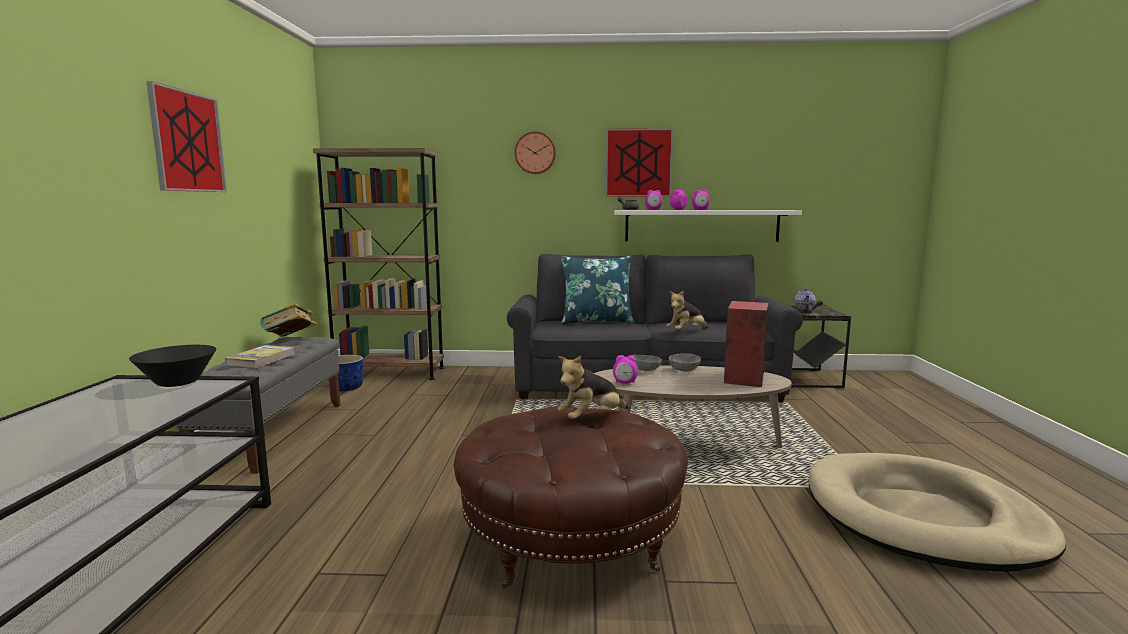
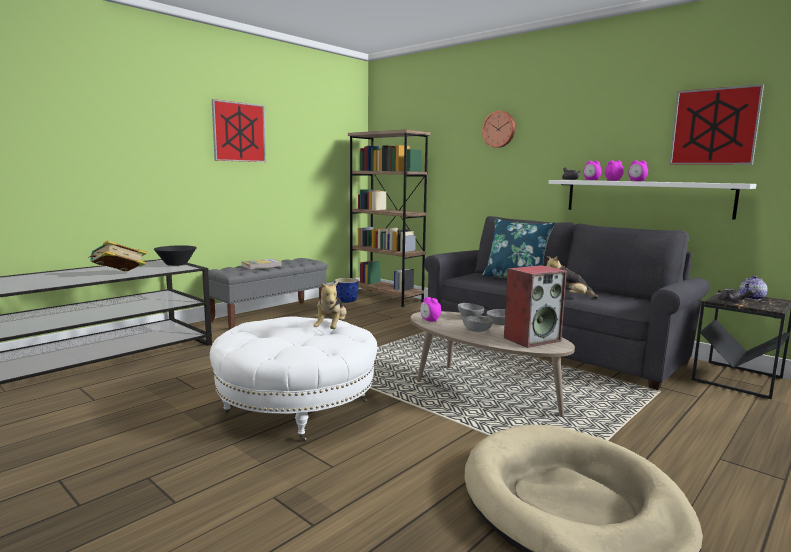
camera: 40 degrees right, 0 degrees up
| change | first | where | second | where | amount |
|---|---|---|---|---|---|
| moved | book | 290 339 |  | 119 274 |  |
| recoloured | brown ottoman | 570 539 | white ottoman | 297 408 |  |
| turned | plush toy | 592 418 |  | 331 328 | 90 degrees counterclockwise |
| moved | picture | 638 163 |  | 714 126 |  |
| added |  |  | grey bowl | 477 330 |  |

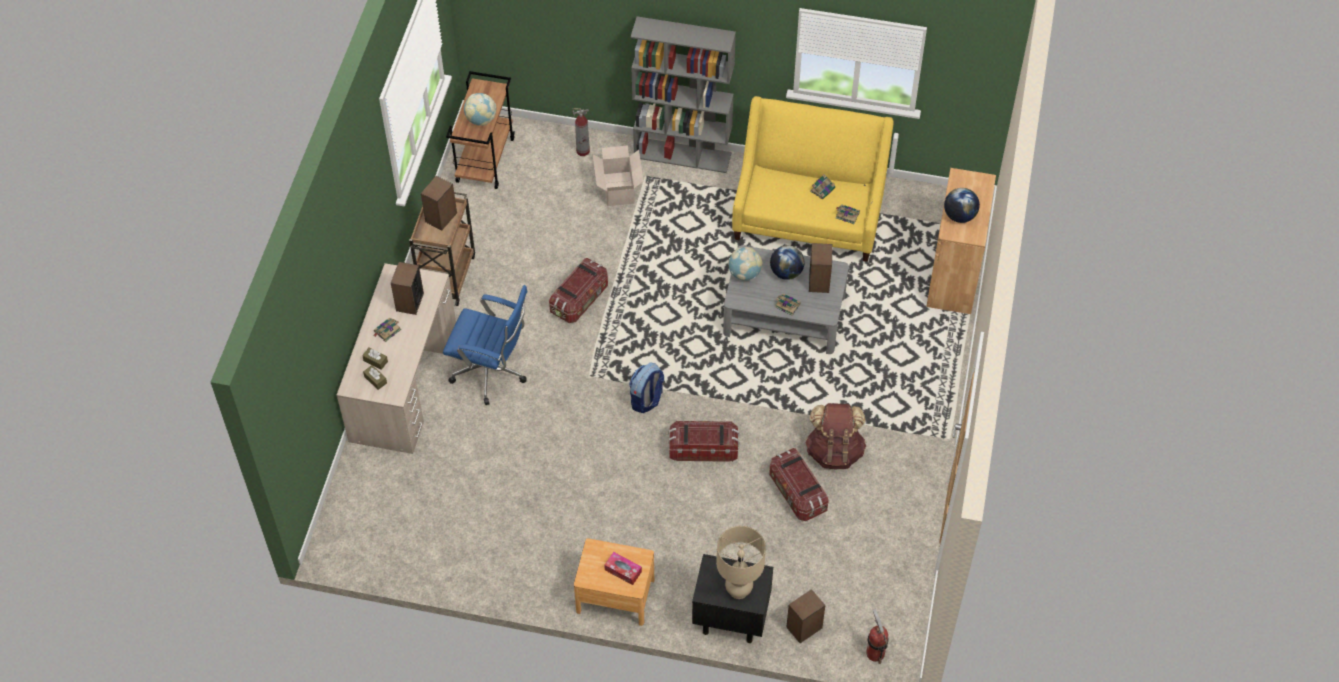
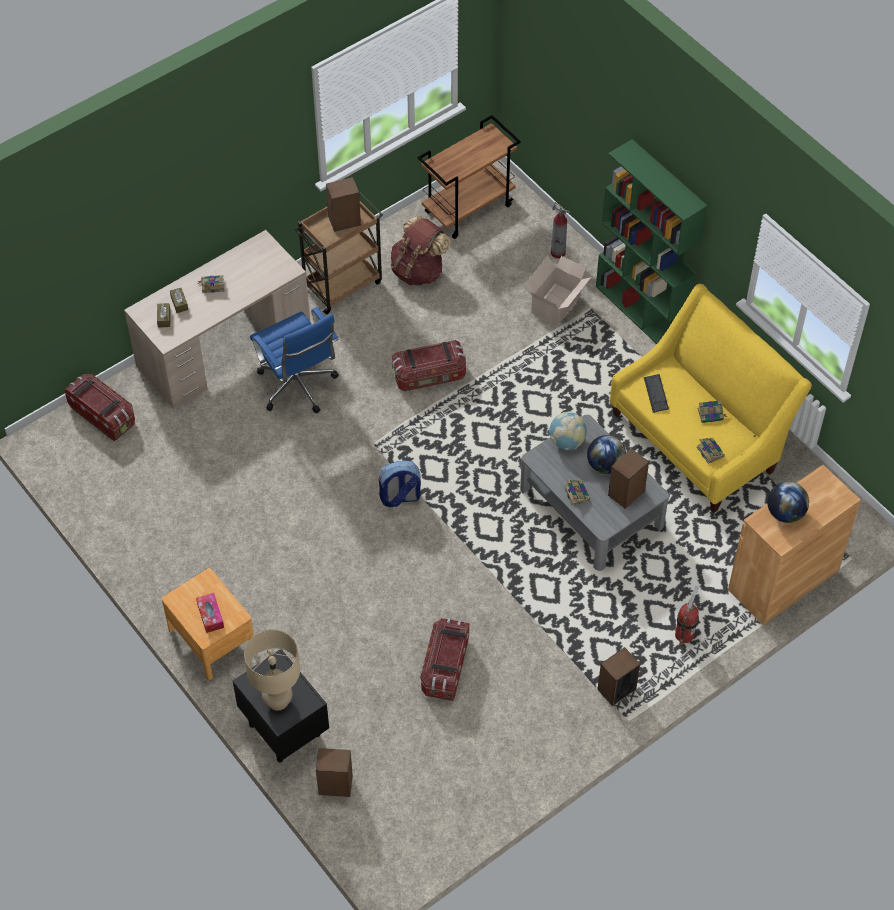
camera: 40 degrees right, 0 degrees up
| change | first | where | second | where | amount |
|---|---|---|---|---|---|
| moved | speaker | 409 302 |  | 616 689 |  |
| removed | globe | 481 120 |  |  |  |
| recoloured | grey bookcase | 683 155 | green bookcase | 641 311 |  |
| moved | storage box | 703 449 |  | 103 415 |  |
| moved | brown backpack | 834 451 |  | 418 270 |  |
| moved | fire extinguisher | 875 653 |  | 684 635 |  |
| added |  |  | keyboard | 656 394 |  |

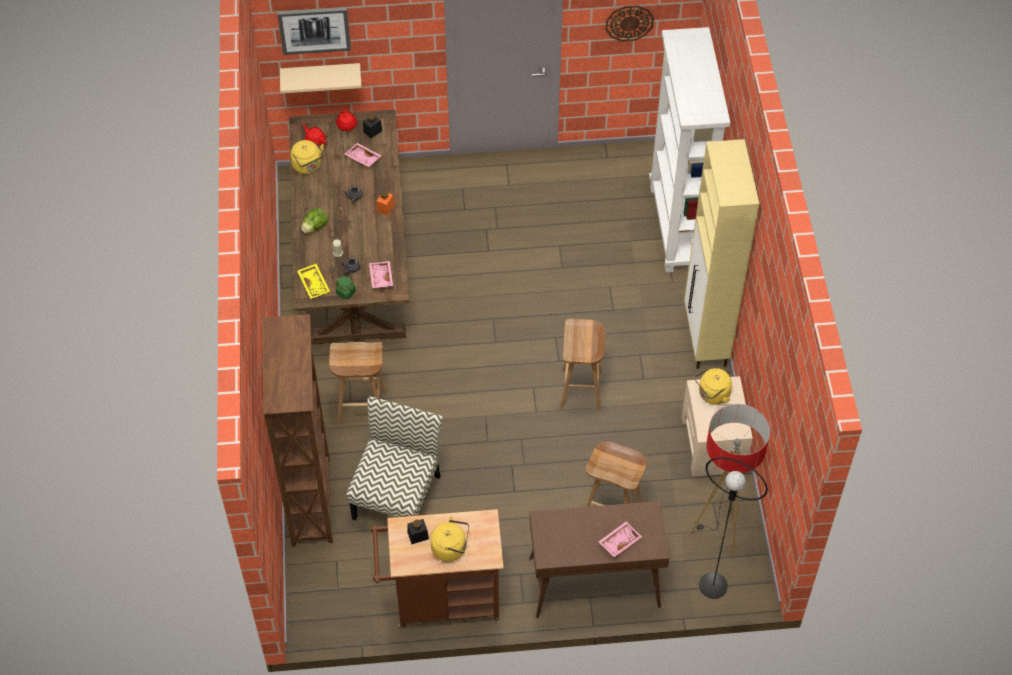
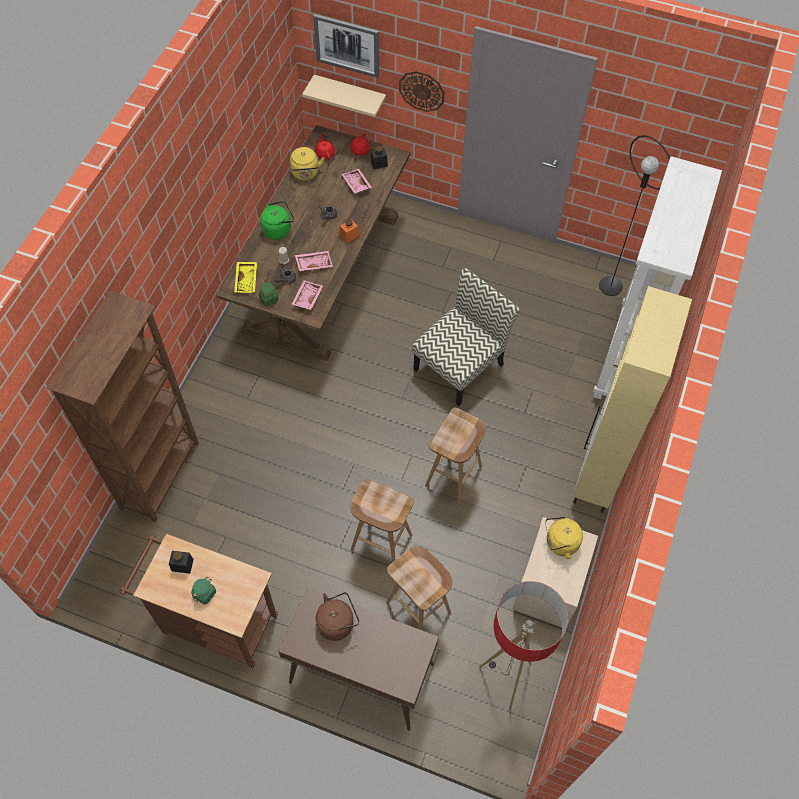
camera: 25 degrees right, 5 degrees up
| change | first | where | second | where | amount |
|---|---|---|---|---|---|
| replaced | lettuce | 315 227 | green kettle | 278 229 |  |
| moved | brown stool | 361 407 |  | 380 542 |  |
| moved | chair | 397 495 |  | 459 365 |  |
| replaced | yellow kettle | 451 548 | green jar | 204 593 |  |
| moved | pink tray | 619 541 |  | 314 263 |  |
| moved | wall clock | 629 22 |  | 422 91 |  |
| moved | black floor lamp | 713 585 |  | 611 286 |  |
| added |  |  | brown kettle | 337 622 |  |

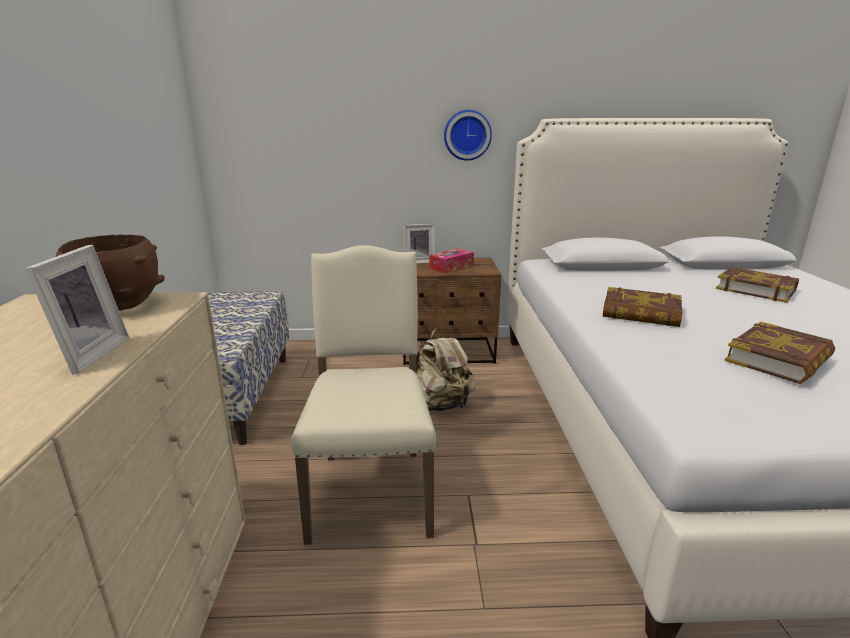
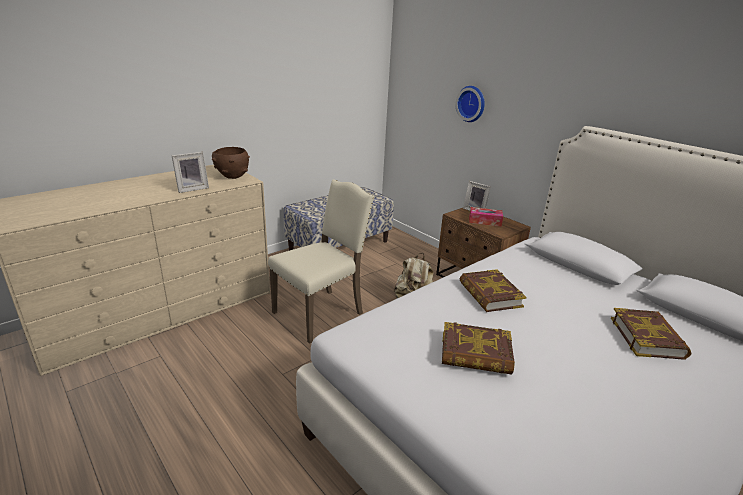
camera: 50 degrees right, 5 degrees up
| change | first | where | second | where | amount |
|---|---|---|---|---|---|
| moved | wall clock | 467 135 |  | 472 103 |  |

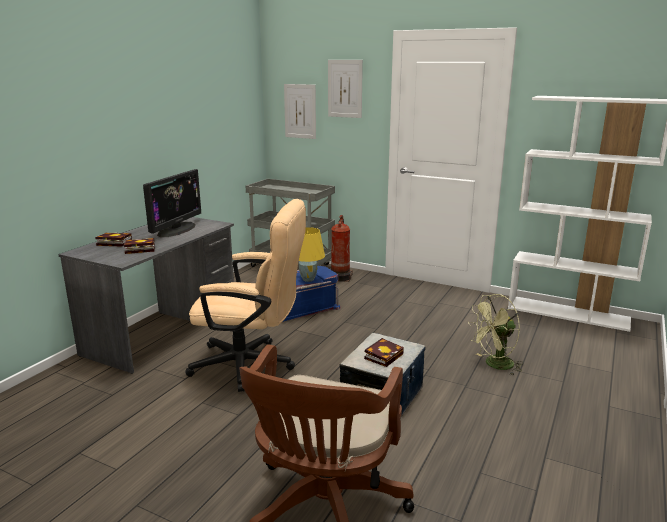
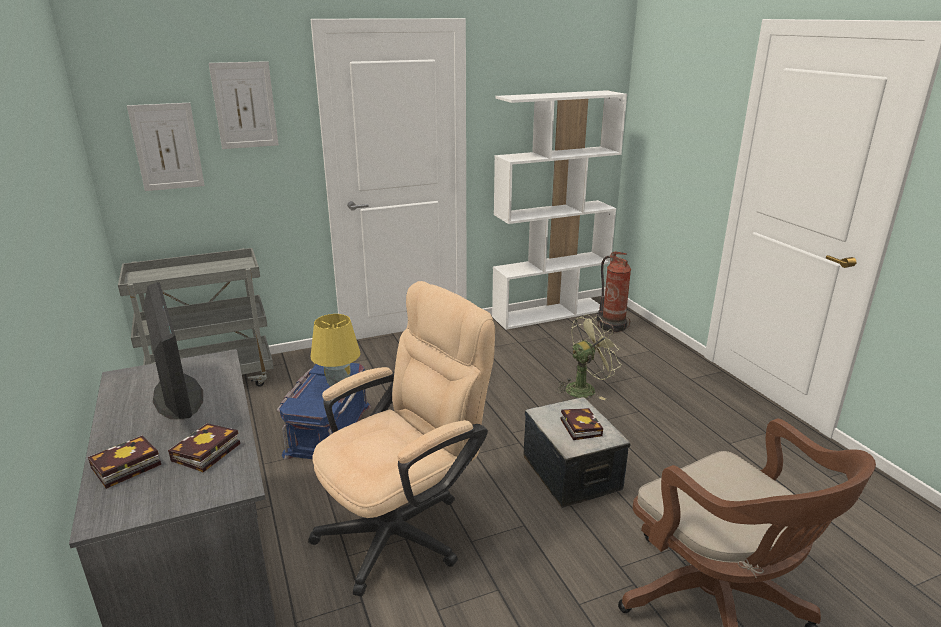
camera: 50 degrees left, 5 degrees up
| change | first | where | second | where | amount |
|---|---|---|---|---|---|
| moved | fire extinguisher | 341 277 |  | 612 326 |  |
| turned | green fan | 494 365 |  | 585 388 | 135 degrees counterclockwise |

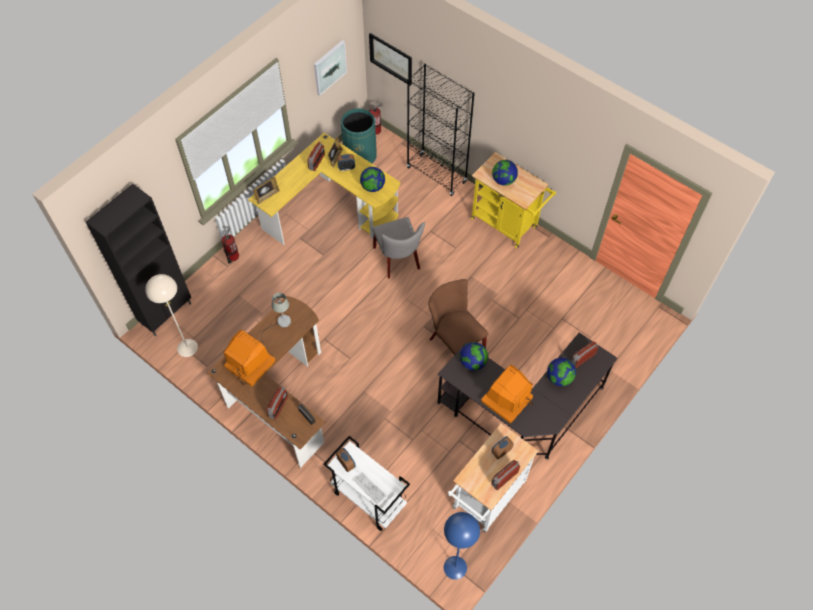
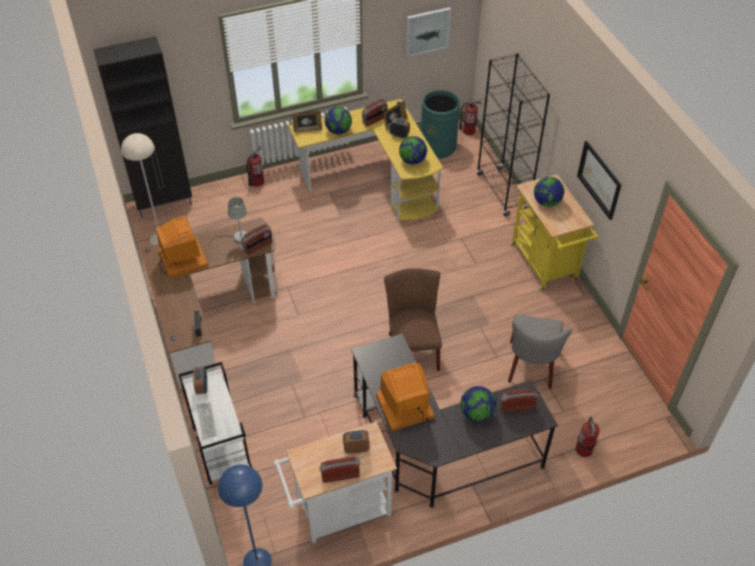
camera: 30 degrees right, 10 degrees down
| change | first | where | second | where | amount |
|---|---|---|---|---|---|
| moved | radio | 278 407 |  | 258 246 |  |
| moved | picture | 391 58 |  | 599 179 |  |
| moved | grey chair | 398 260 |  | 531 368 |  |
| moved | globe | 473 362 |  | 338 131 |  |
| added |  |  | fire extinguisher | 584 449 |  |

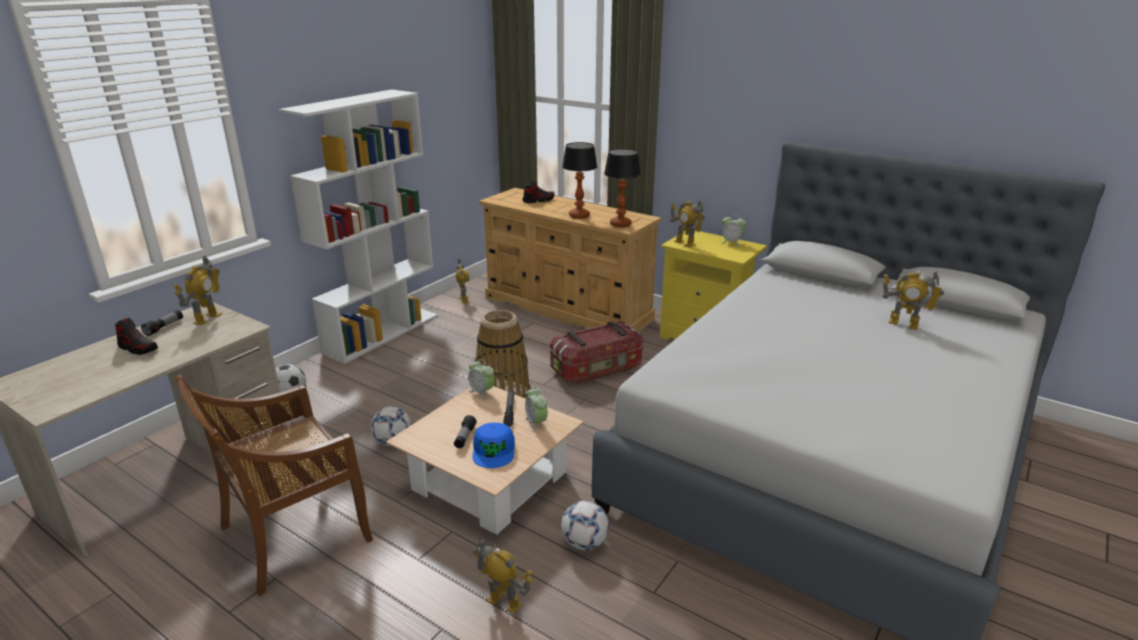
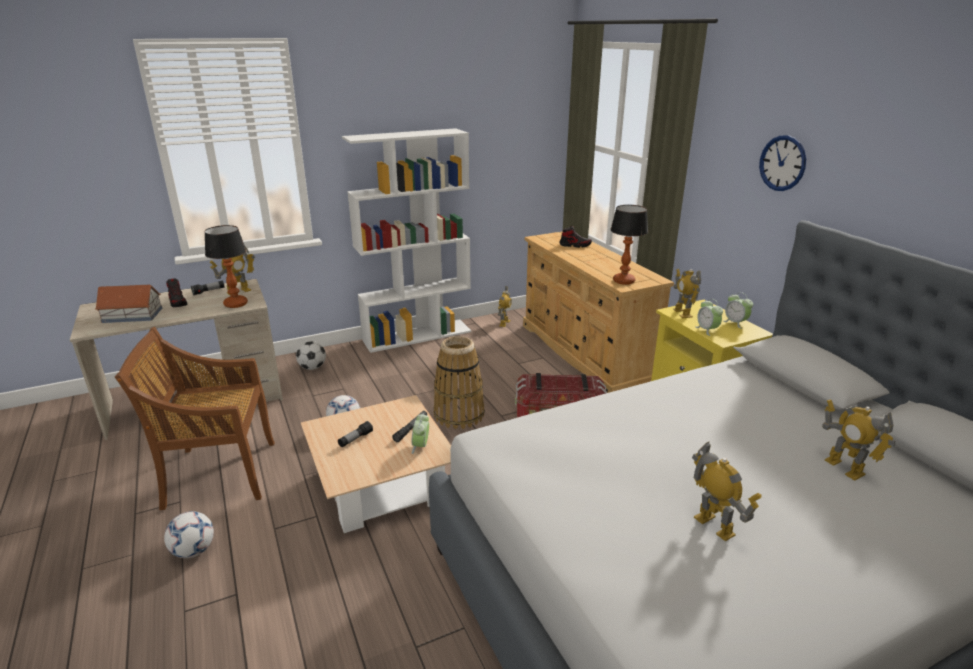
camera: 30 degrees right, 0 degrees up
| change | first | where | second | where | amount |
|---|---|---|---|---|---|
| moved | alarm clock | 482 392 |  | 707 330 |  |
| removed | blue cap | 494 450 |  |  |  |
| moved | toy robot | 504 602 |  | 714 525 |  |
| moved | football | 584 543 |  | 194 551 |  |
| moved | table lamp | 578 216 |  | 235 304 |  |
| added |  |  | toy house | 132 315 |  |
| added |  |  | wall clock | 782 163 |  |

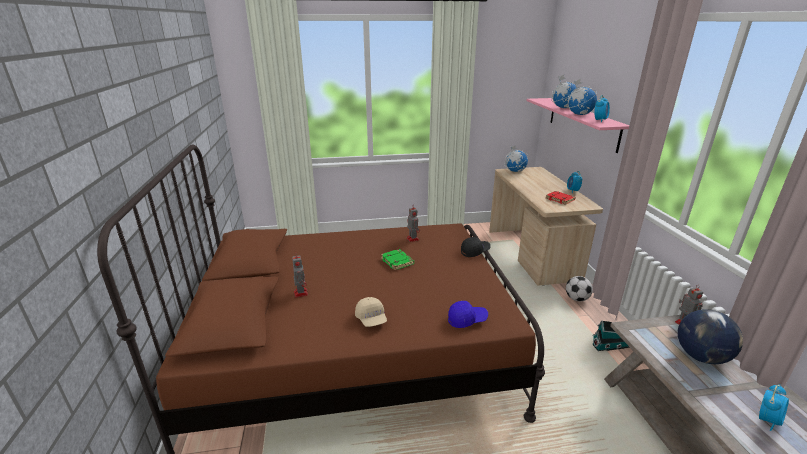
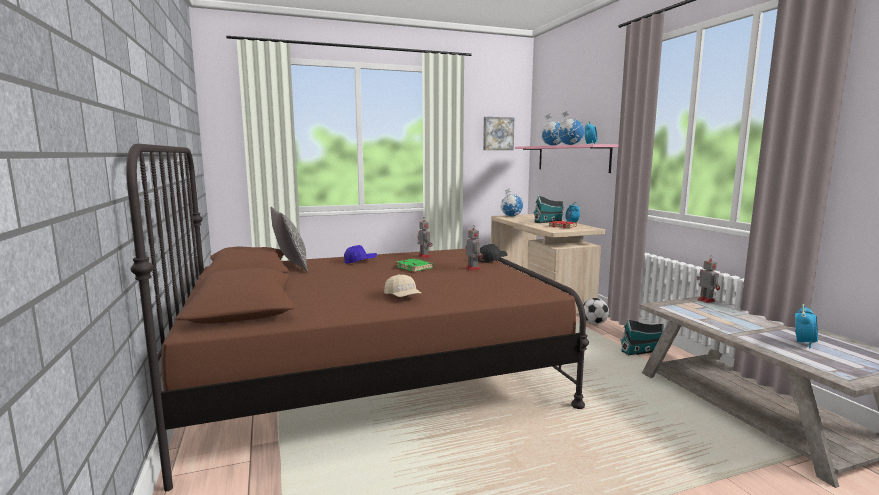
camera: 10 degrees left, 15 degrees down
| change | first | where | second | where | amount |
|---|---|---|---|---|---|
| moved | toy robot | 301 292 |  | 472 268 |  |
| moved | blue cap | 467 320 |  | 360 261 |  |
| removed | globe | 701 356 |  |  |  |
| added |  |  | pillow | 291 266 |  |
| added |  |  | picture | 497 133 |  |
| added |  |  | toy house | 549 221 |  |

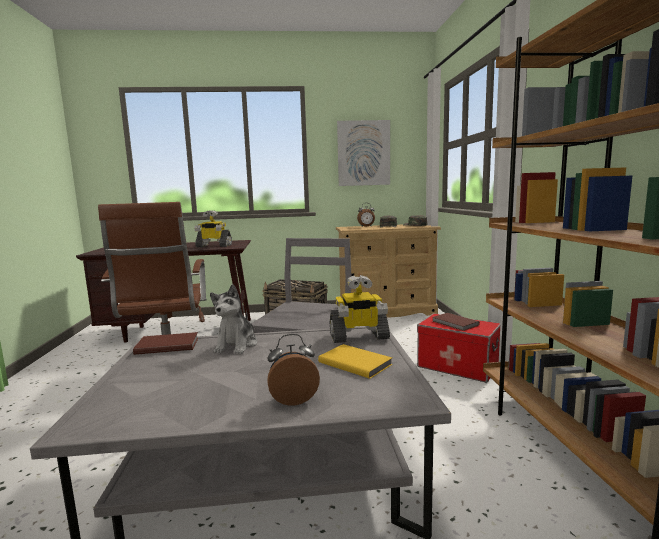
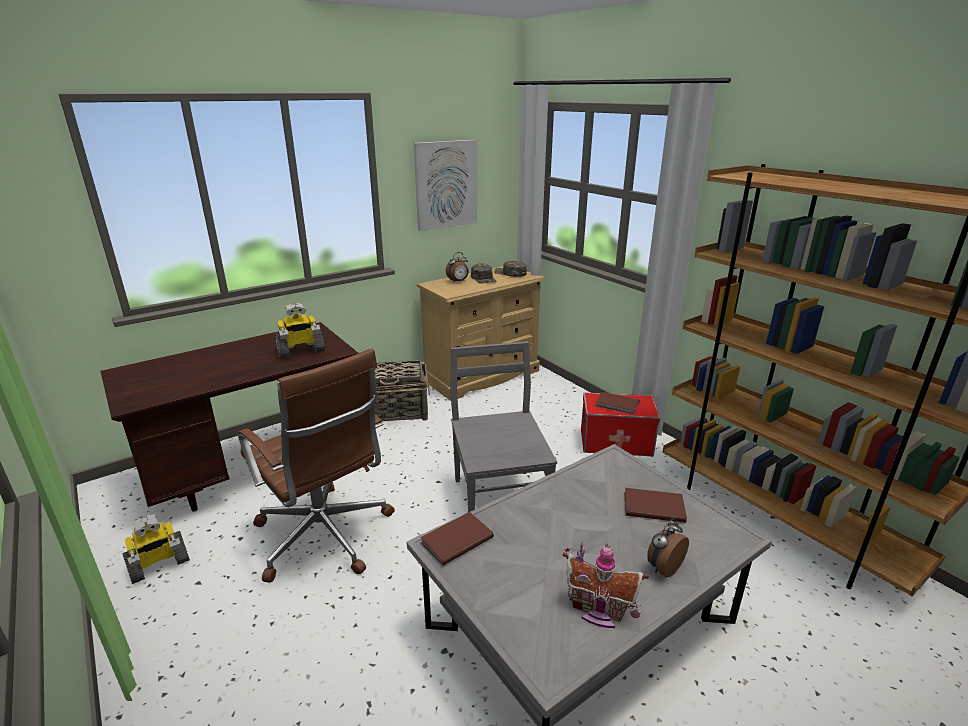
camera: 30 degrees left, 15 degrees up
| change | first | where | second | where | amount |
|---|---|---|---|---|---|
| removed | plush toy | 237 345 |  |  |  |
| recoloured | yellow book | 355 362 | brown book | 652 506 |  |
| moved | toy robot | 358 337 |  | 159 565 |  |
| added |  |  | toy house | 598 611 |  |

